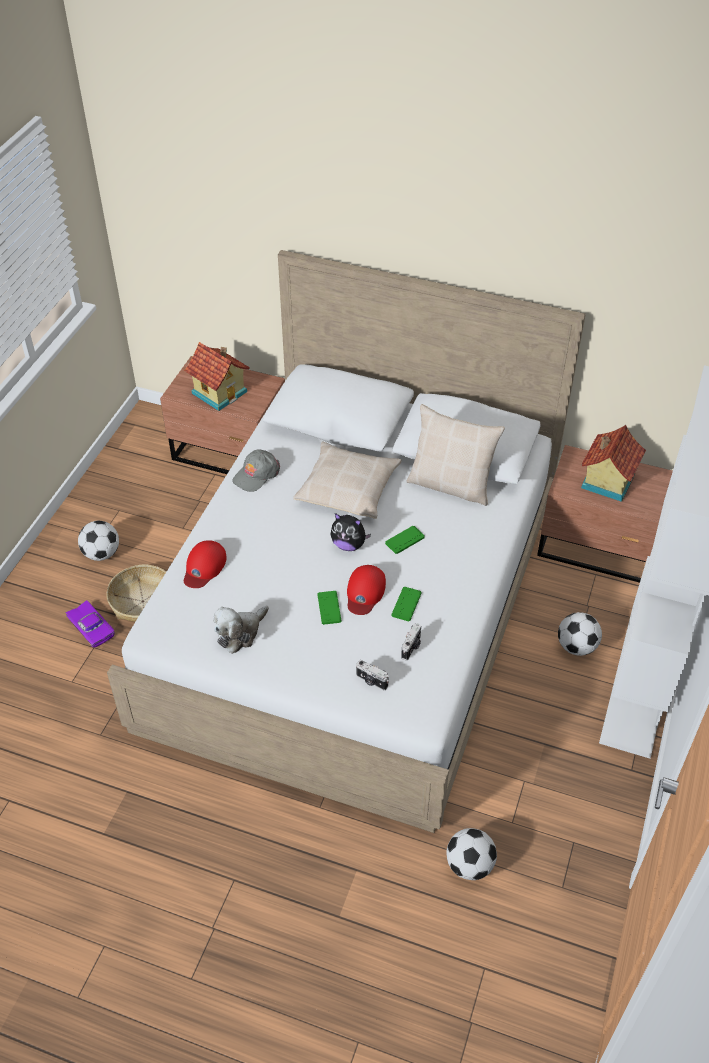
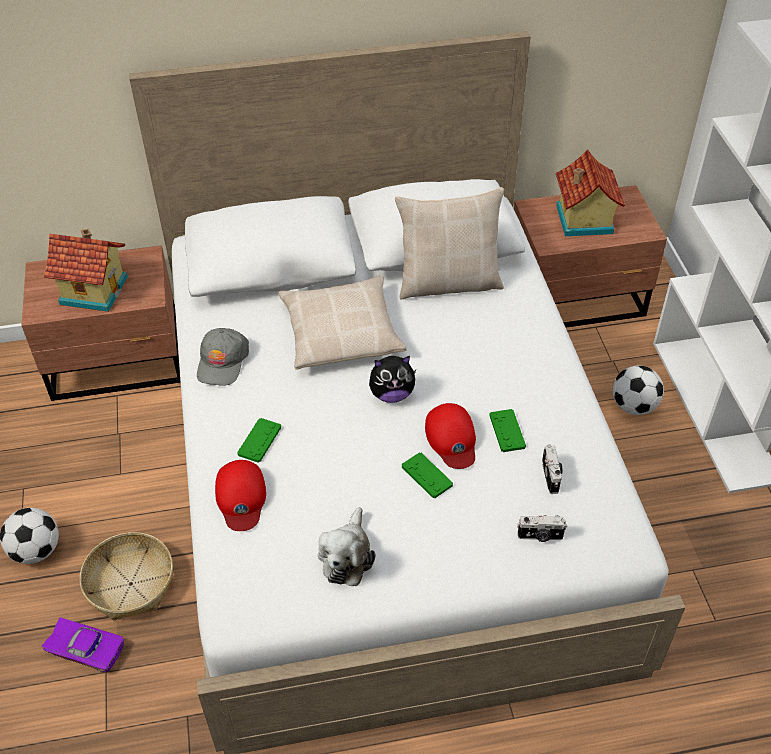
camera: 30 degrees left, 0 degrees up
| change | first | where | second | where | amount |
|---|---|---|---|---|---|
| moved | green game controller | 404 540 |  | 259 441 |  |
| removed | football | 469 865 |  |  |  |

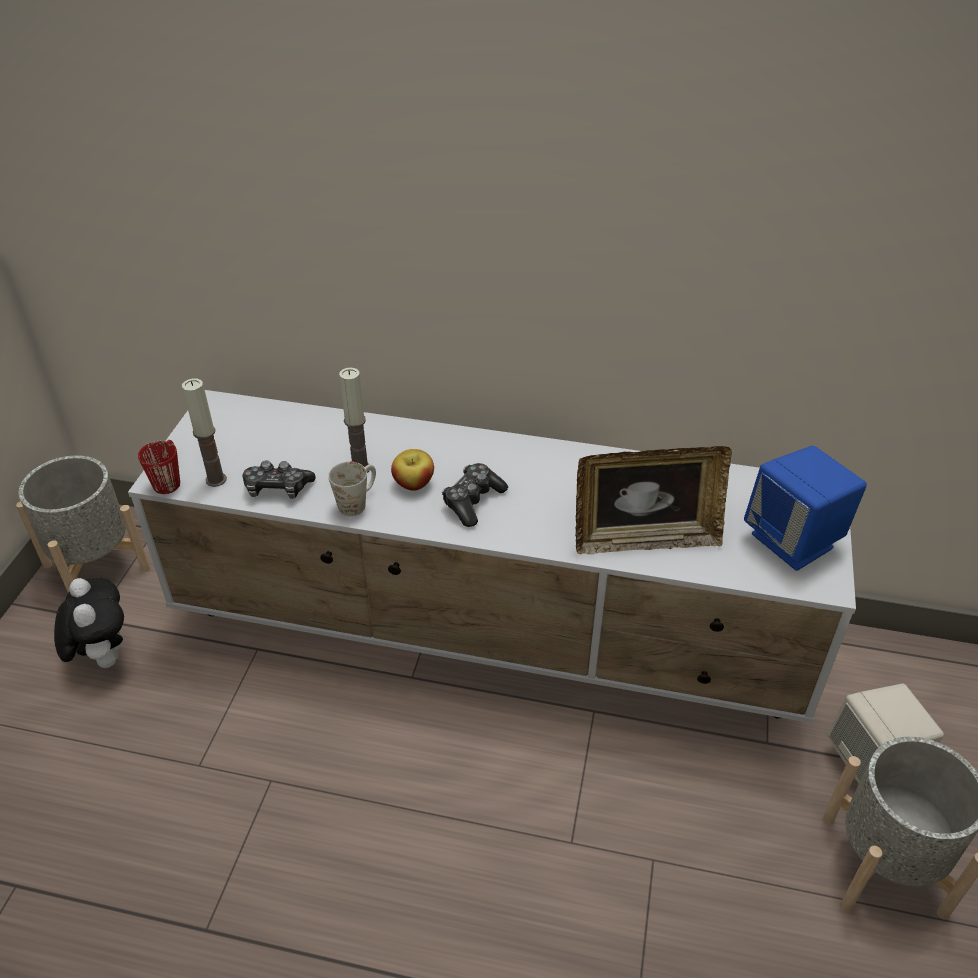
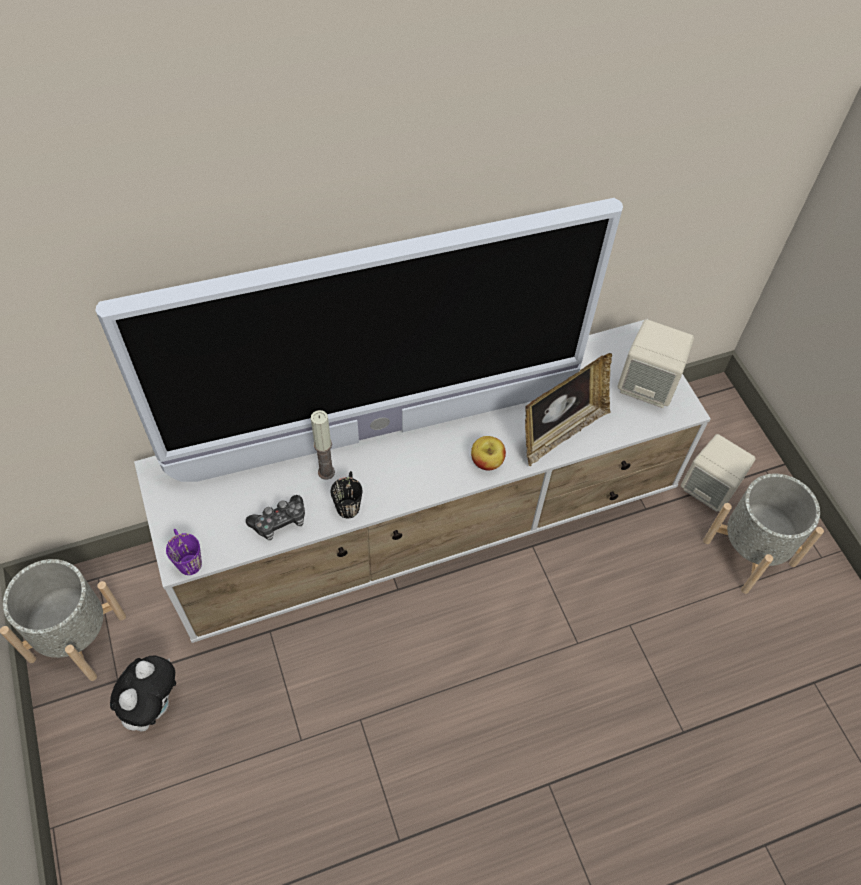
camera: 35 degrees left, 15 degrees up
| change | first | where | second | where | amount |
|---|---|---|---|---|---|
| turned | plush toy | 103 656 |  | 154 705 | 75 degrees clockwise |
| recoloured | red mug | 169 479 | purple mug | 186 558 |  |
| removed | candle | 216 480 |  |  |  |
| recoloured | white mug | 358 502 | black mug | 348 502 |  |
| moved | apple | 413 483 |  | 487 461 |  |
| removed | game controller | 473 501 |  |  |  |
| recoloured | blue speaker | 793 541 | beige speaker | 647 385 |  |
| added |  |  | television | 378 432 |  |

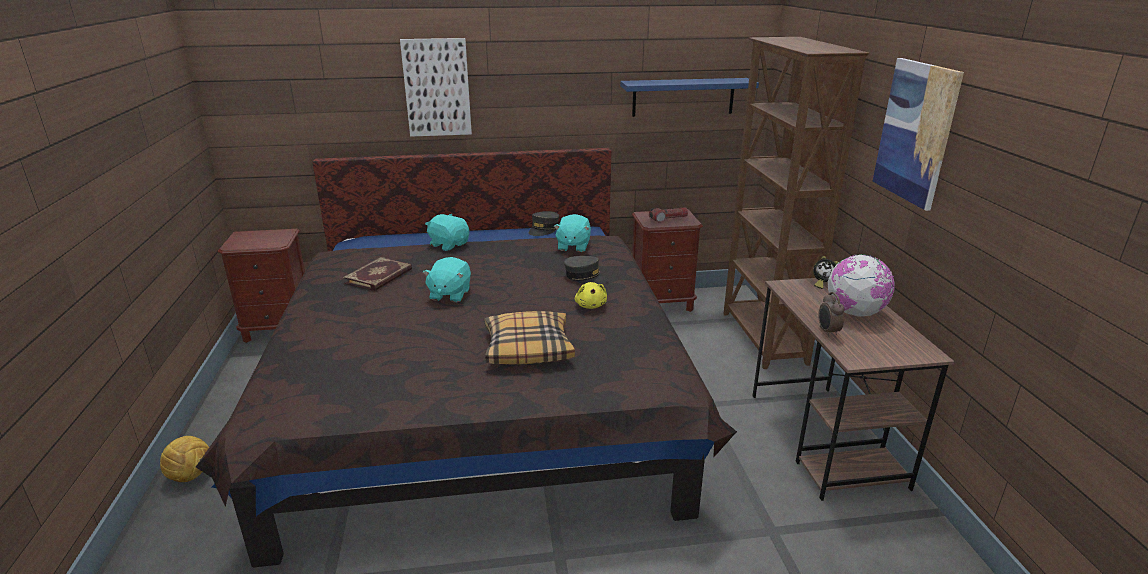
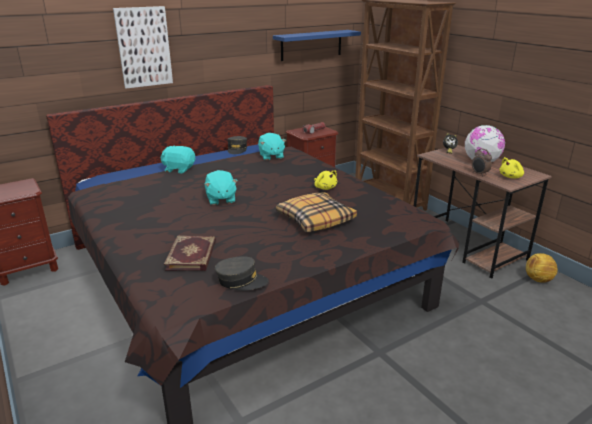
camera: 25 degrees left, 0 degrees up
| change | first | where | second | where | amount |
|---|---|---|---|---|---|
| moved | football | 191 475 |  | 538 279 |  |
| moved | book | 379 277 |  | 192 255 |  |
| moved | grey cap | 585 277 |  | 241 281 |  |
| removed | picture | 915 132 |  |  |  |
| added |  |  | yellow plush toy | 511 177 |  |

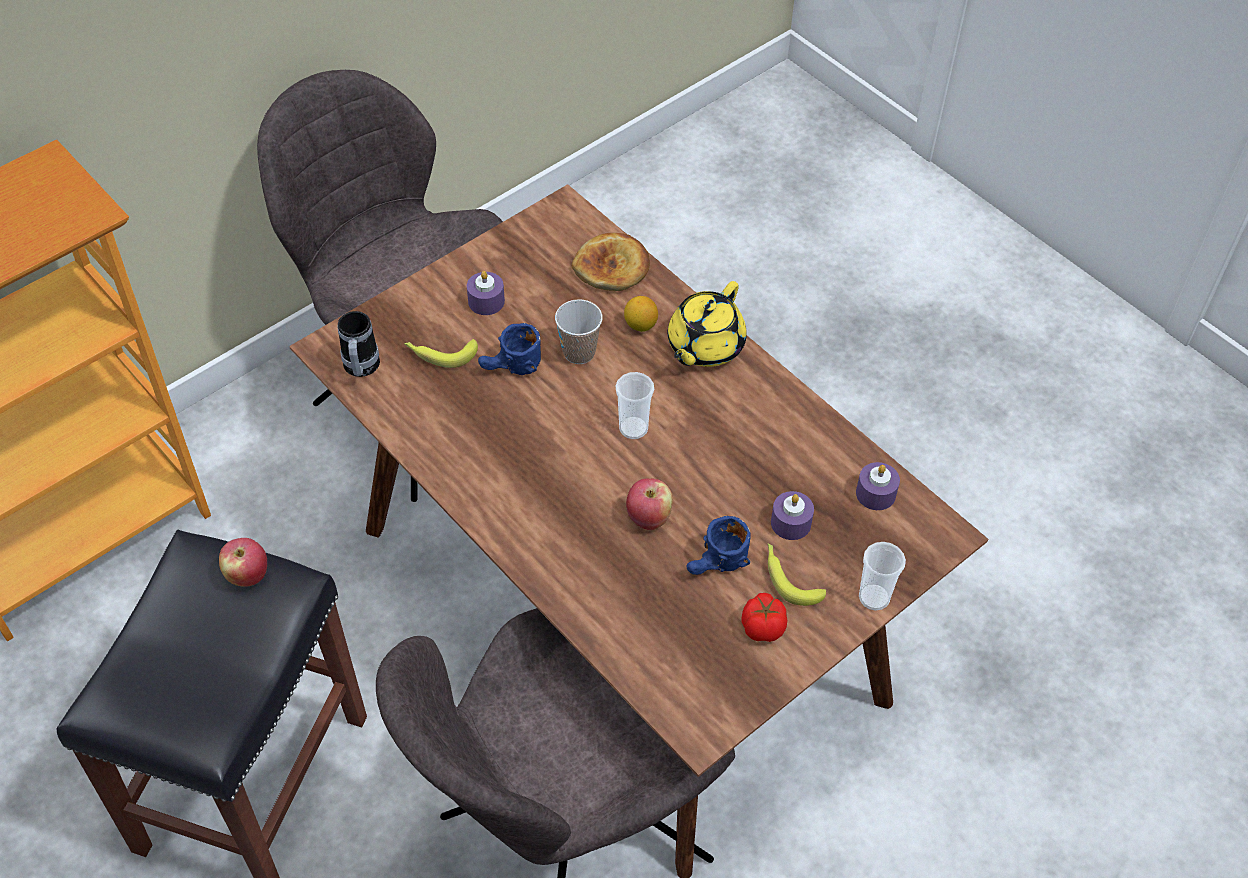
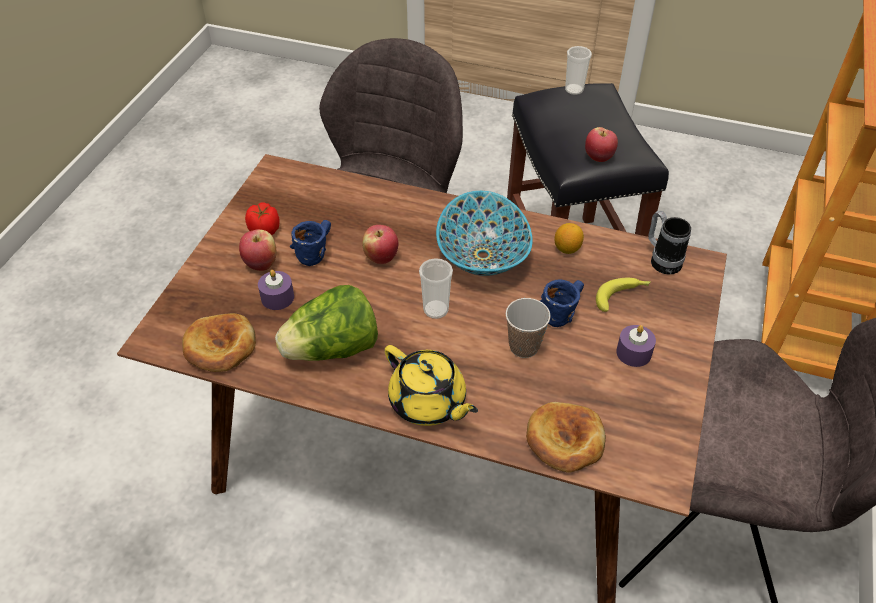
camera: 150 degrees right, 5 degrees down
| change | first | where | second | where | amount |
|---|---|---|---|---|---|
| moved | lemon | 640 325 |  | 567 248 |  |
| turned | yellow teapot | 704 346 |  | 428 402 | 135 degrees clockwise |
| replaced | banana | 789 578 | apple | 261 264 |  |
| replaced | purple candle | 875 493 | bread | 220 346 |  |
| moved | cup | 874 597 |  | 574 89 |  |
| added |  |  | lettuce | 333 349 |  |
| added |  |  | bowl | 484 255 |  |

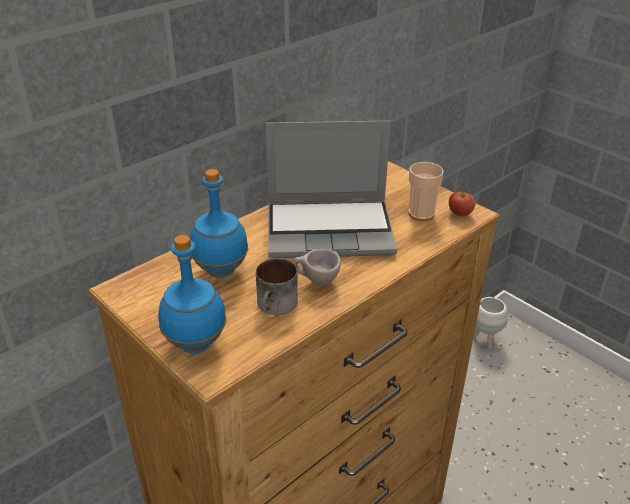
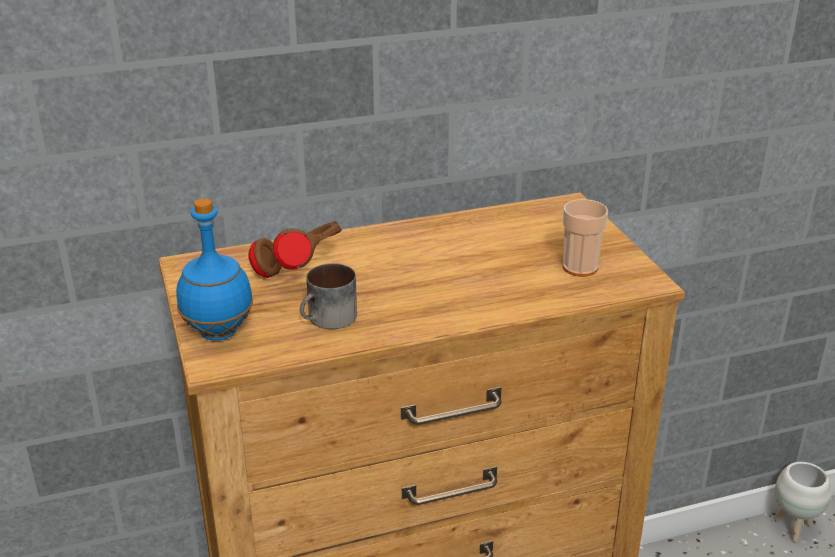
camera: 25 degrees right, 5 degrees down
| change | first | where | second | where | amount |
|---|---|---|---|---|---|
| replaced | blue bottle | 222 270 | brown headphones | 300 272 |  |
| removed | laptop | 331 229 |  |  |  |
| removed | beige cup | 316 282 |  |  |  |
| removed | apple | 460 214 |  |  |  |

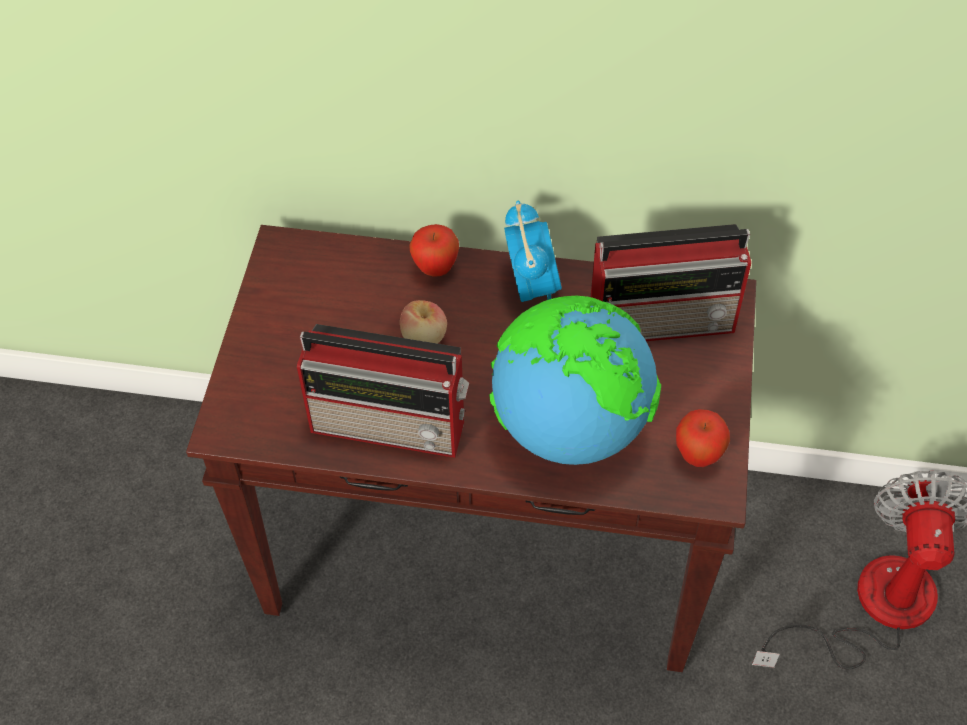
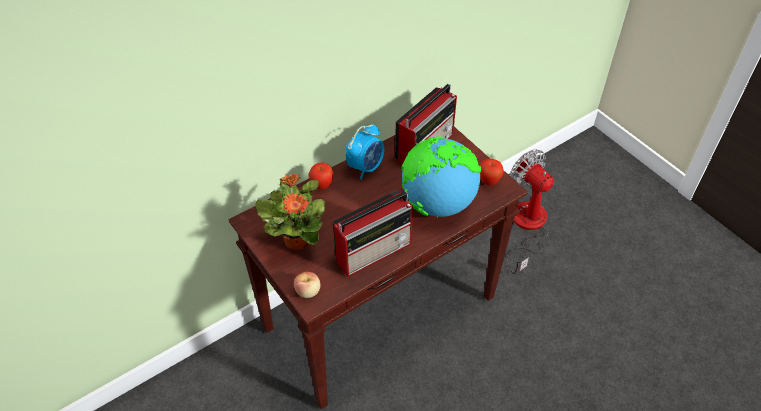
camera: 45 degrees left, 5 degrees down
| change | first | where | second | where | amount |
|---|---|---|---|---|---|
| moved | apple | 424 337 |  | 308 291 |  |
| turned | alarm clock | 532 286 |  | 366 167 | 90 degrees clockwise |
| added |  |  | potted plant | 297 240 |  |

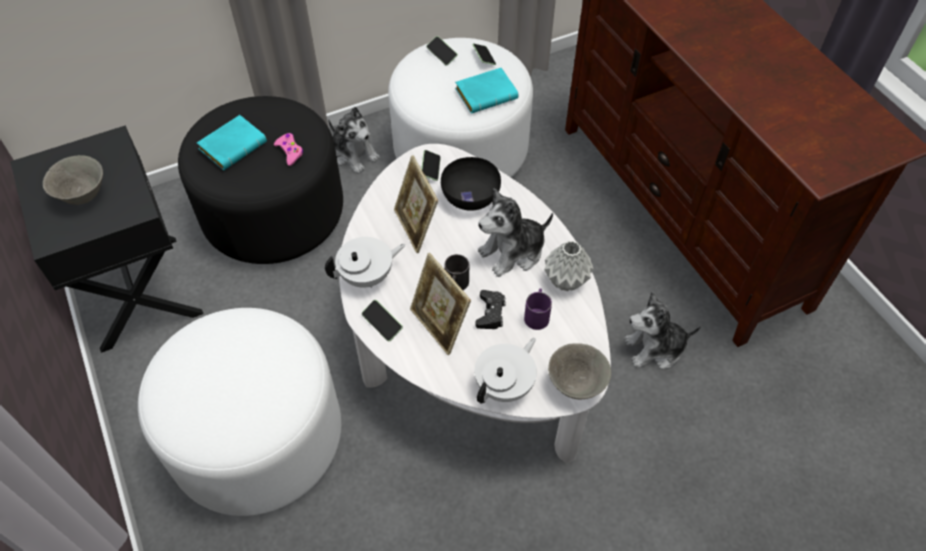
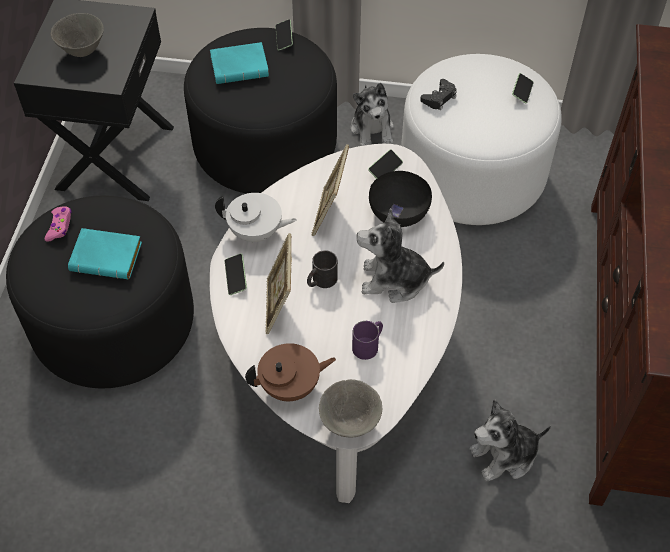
camera: 35 degrees right, 0 degrees up
| change | first | where | second | where | amount |
|---|---|---|---|---|---|
| recoloured | white ottoman | 257 437 | black ottoman | 114 323 |  |
| moved | pink game controller | 290 152 |  | 59 226 |  |
| moved | phone | 442 54 |  | 284 39 |  |
| moved | turquoise book | 487 93 |  | 109 257 |  |
| recoloured | white teapot | 505 385 | brown teapot | 291 386 |  |
| moved | black game controller | 490 313 |  | 439 98 |  |
| removed | grey vase | 565 281 |  |  |  |
| turned | plush toy | 655 349 |  | 504 456 | 45 degrees counterclockwise |

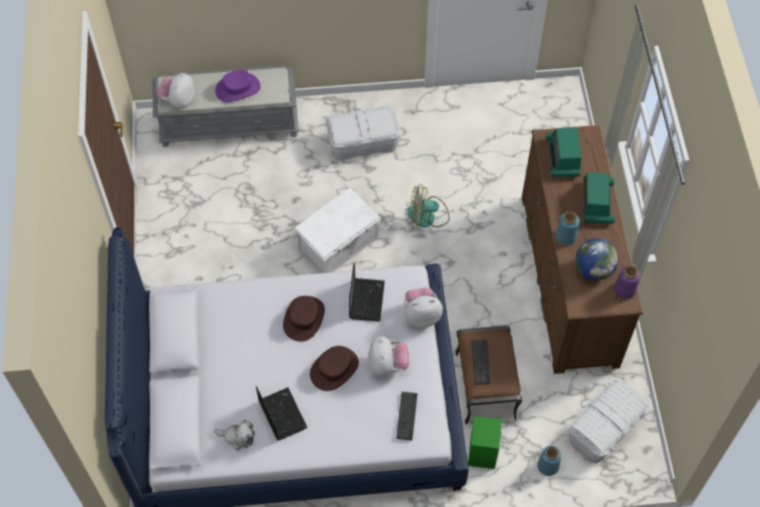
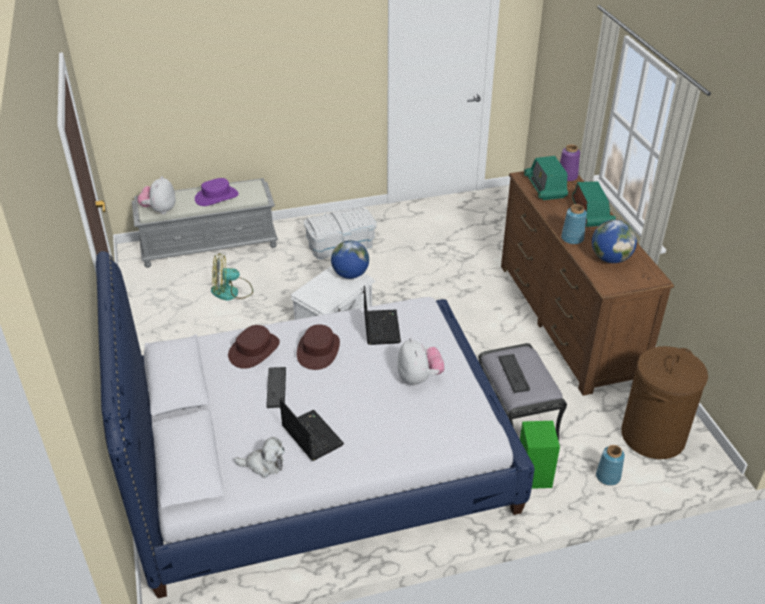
camera: 10 degrees left, 20 degrees down
| change | first | where | second | where | amount |
|---|---|---|---|---|---|
| moved | brown hat | 334 369 |  | 254 350 |  |
| moved | keyboard | 406 416 |  | 276 387 |  |
| removed | plush toy | 421 315 |  |  |  |
| moved | fan | 428 216 |  | 231 292 |  |
| recoloured | brown ottoman | 484 385 | grey ottoman | 515 414 |  |
| replaced | white storage box | 604 430 | brown laundry basket | 653 436 |  |
| moved | purple vase | 624 289 |  | 567 176 |  |
| added |  |  | globe | 350 274 |  |

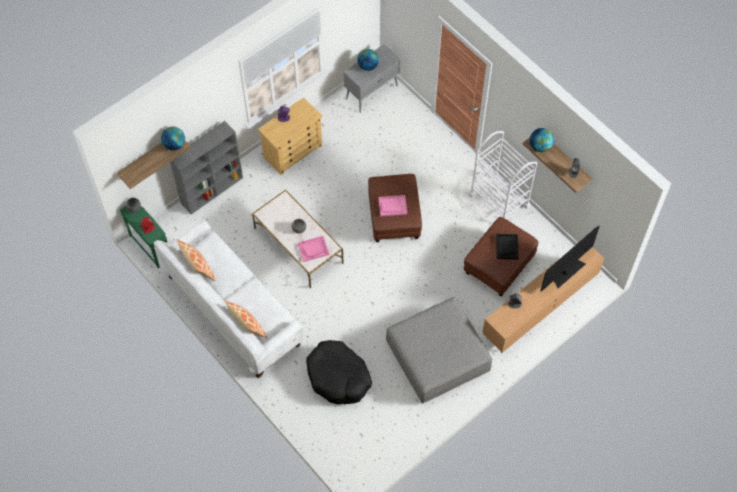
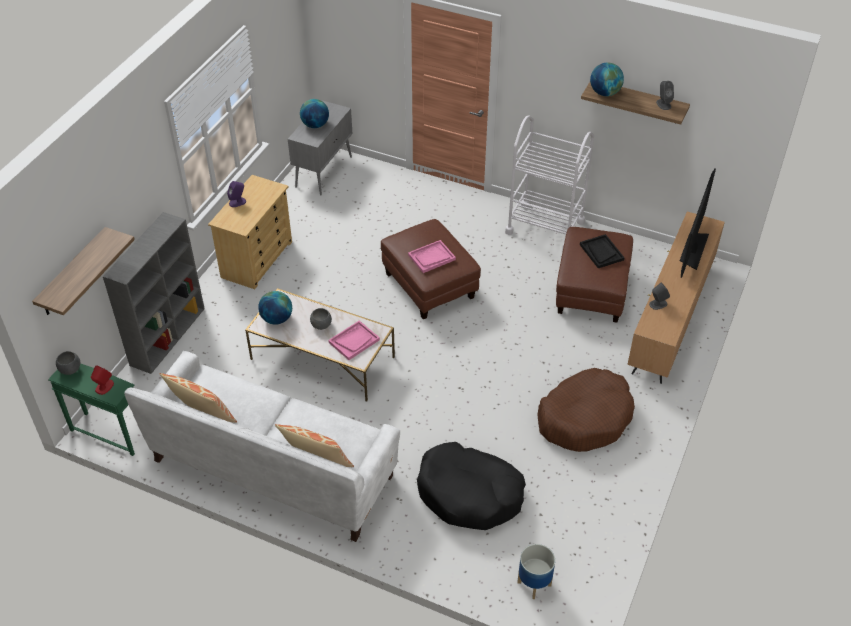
camera: 25 degrees left, 15 degrees down
| change | first | where | second | where | amount |
|---|---|---|---|---|---|
| moved | globe | 174 144 |  | 276 319 |  |
| replaced | grey ottoman | 437 356 | brown dog bed | 584 418 |  |
| added |  |  | planter | 533 583 |  |

